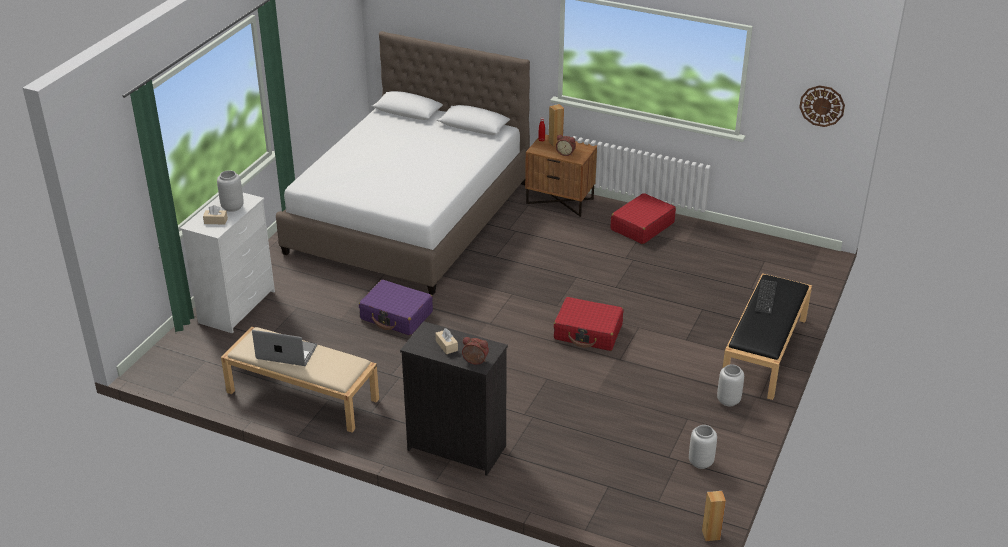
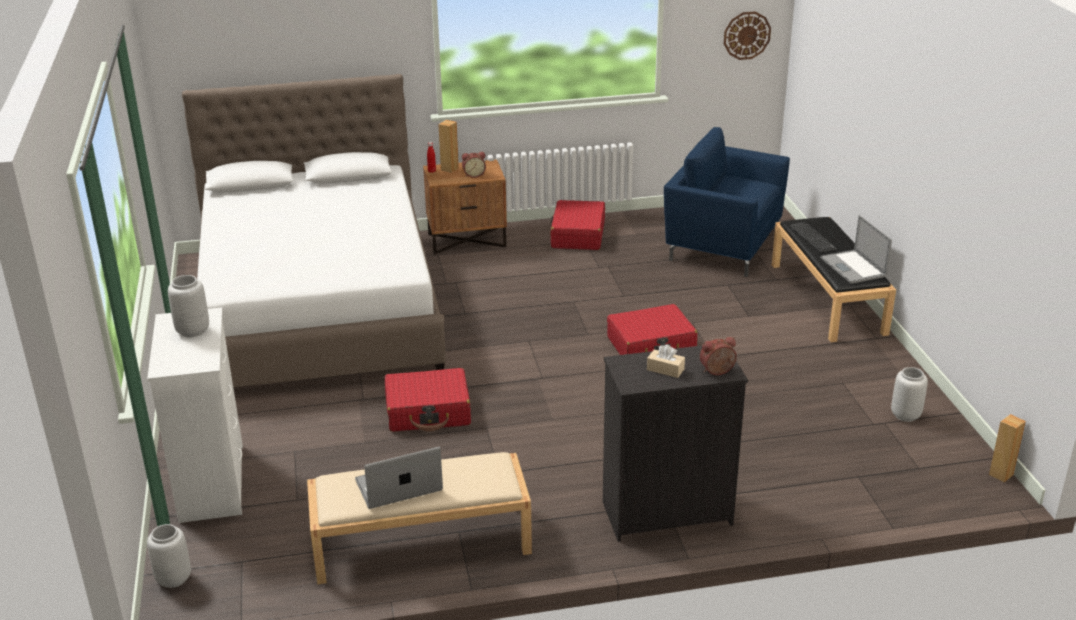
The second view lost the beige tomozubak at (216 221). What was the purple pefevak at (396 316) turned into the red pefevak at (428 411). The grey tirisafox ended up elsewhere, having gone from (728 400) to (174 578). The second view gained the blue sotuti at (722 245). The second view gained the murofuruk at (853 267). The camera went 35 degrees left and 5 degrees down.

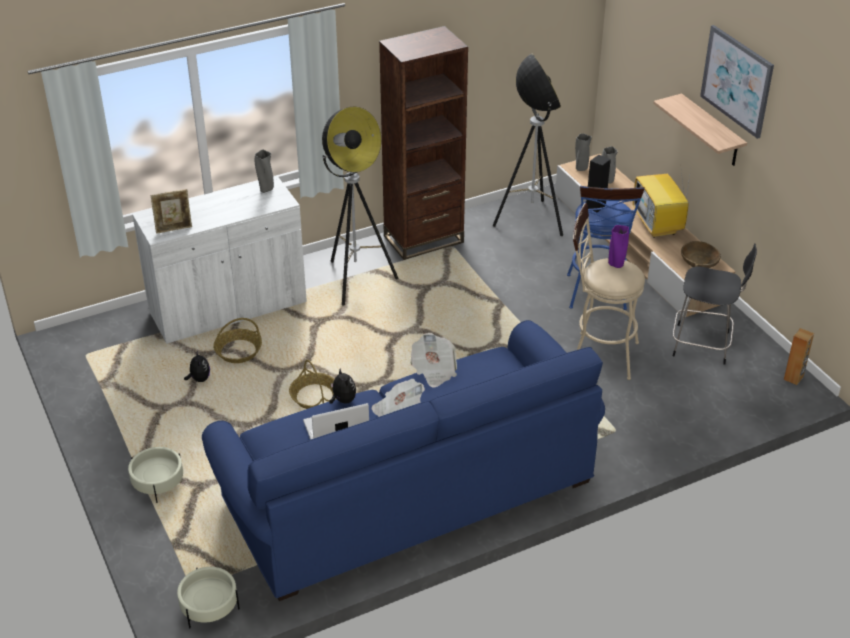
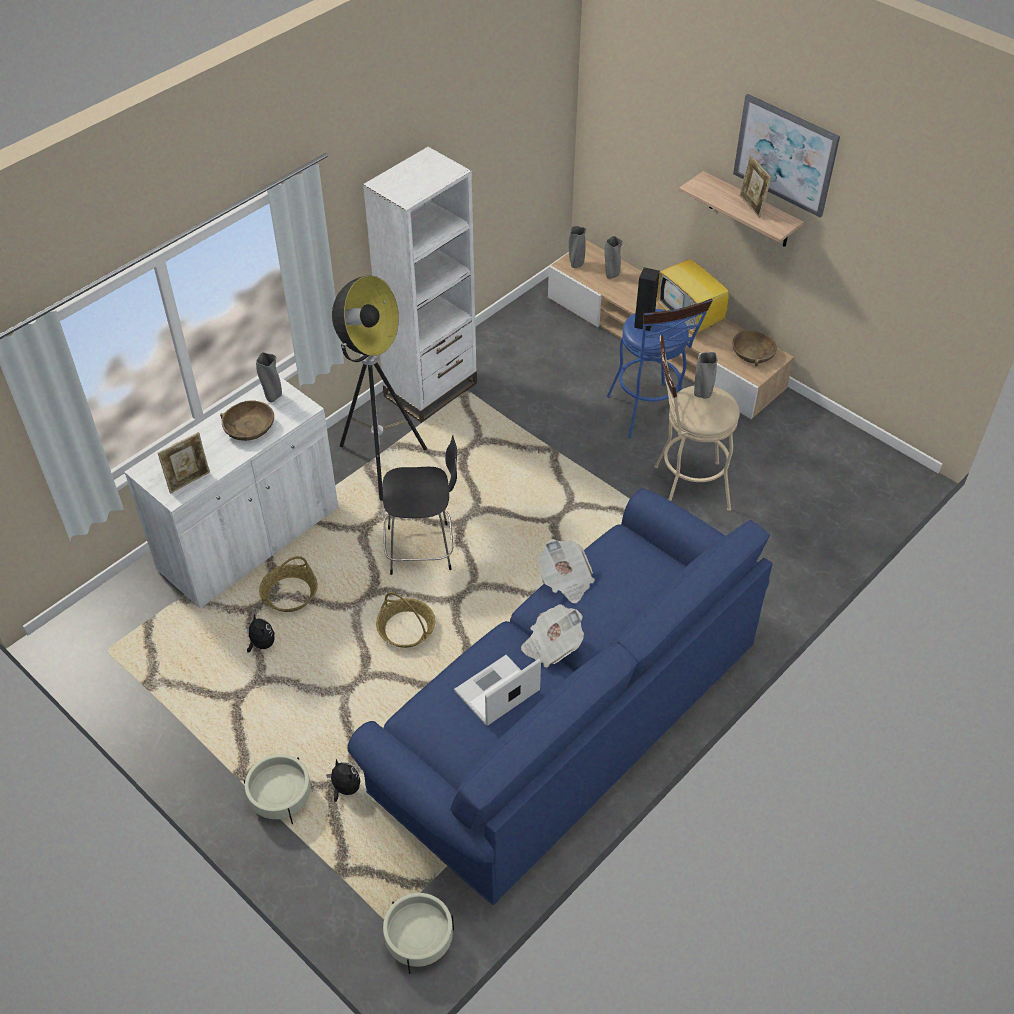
What was the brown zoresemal at (423 239) turned into the white zoresemal at (431 390). The second view lost the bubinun at (530 221). What was the purple tirisafox at (616 265) turned into the grey tirisafox at (702 394). The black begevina ended up elsewhere, having gone from (703 344) to (422 549). The second view lost the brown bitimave at (793 378). The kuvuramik ended up elsewhere, having gone from (343 400) to (345 788). The second view gained the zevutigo at (751 206). The second view gained the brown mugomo at (249 427). The camera went 20 degrees left and 10 degrees up.

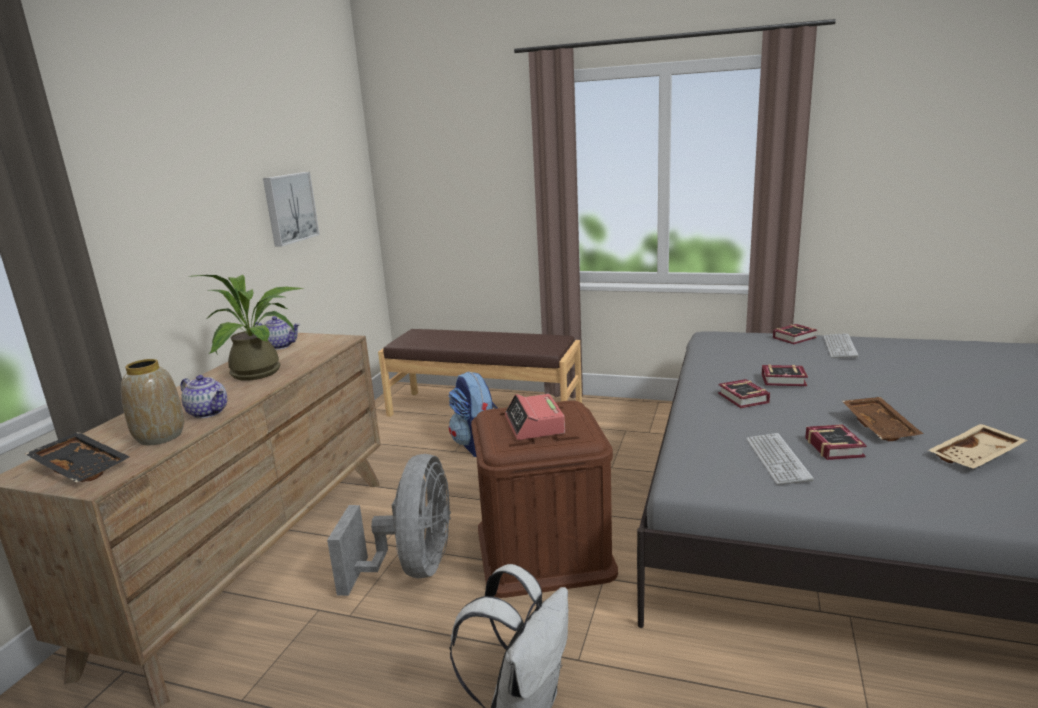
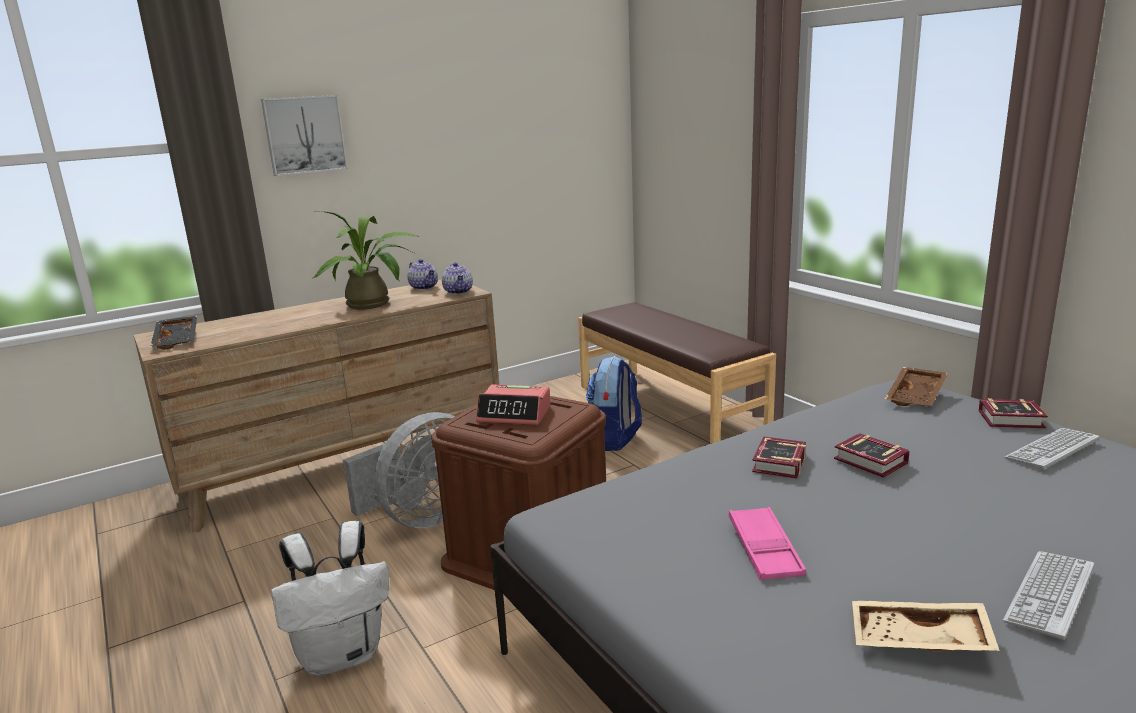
The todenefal ended up elsewhere, having gone from (289 208) to (304 135). The second view lost the tirisafox at (161 436). The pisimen ended up elsewhere, having gone from (208 412) to (458 291). The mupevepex at (534 425) ended up facing another way, 105 degrees counterclockwise from before. The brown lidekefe ended up elsewhere, having gone from (881 426) to (917 396). Where the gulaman stood at (834 446), the pink lidekefe came to stand at (765 549). The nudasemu ended up elsewhere, having gone from (777 459) to (1049 594). The camera went 40 degrees right and 0 degrees up.

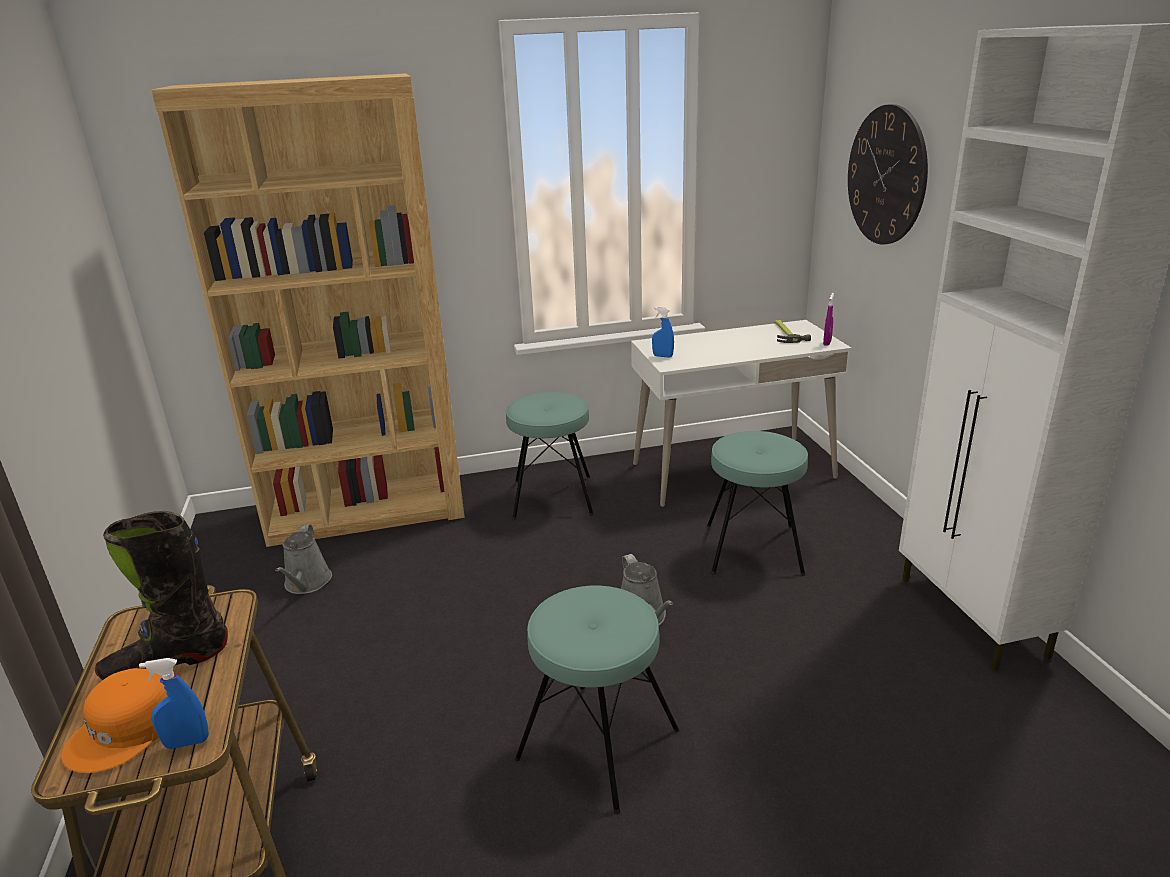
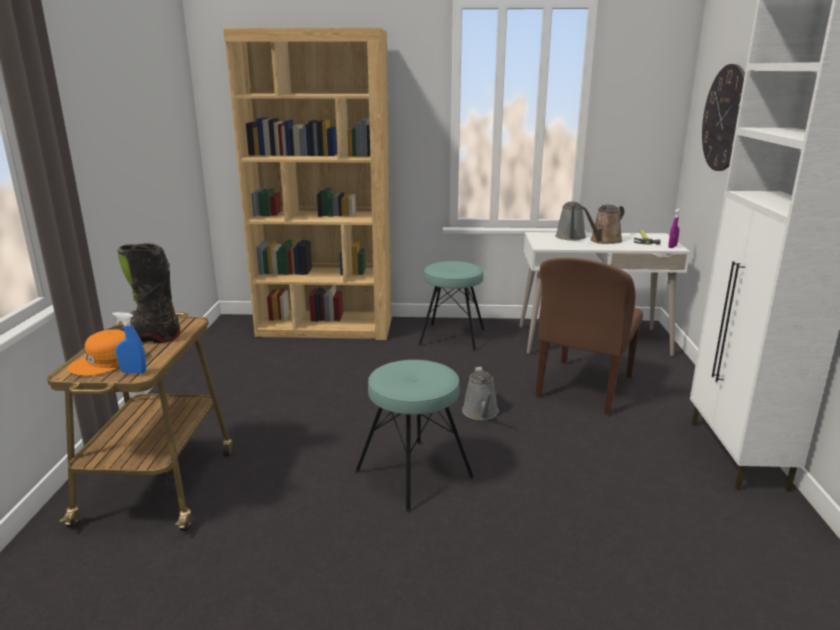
The second view lost the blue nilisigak at (662 356). Where the turquoise begevina stood at (753 549), the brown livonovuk came to stand at (583 388). The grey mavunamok ended up elsewhere, having gone from (307 583) to (570 237). The second view gained the brown mavunamok at (603 241). The camera went 15 degrees right and 5 degrees down.

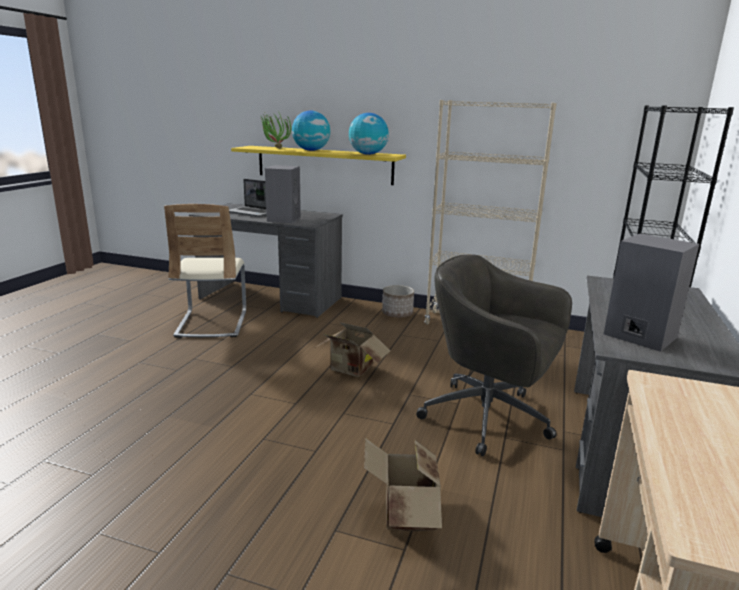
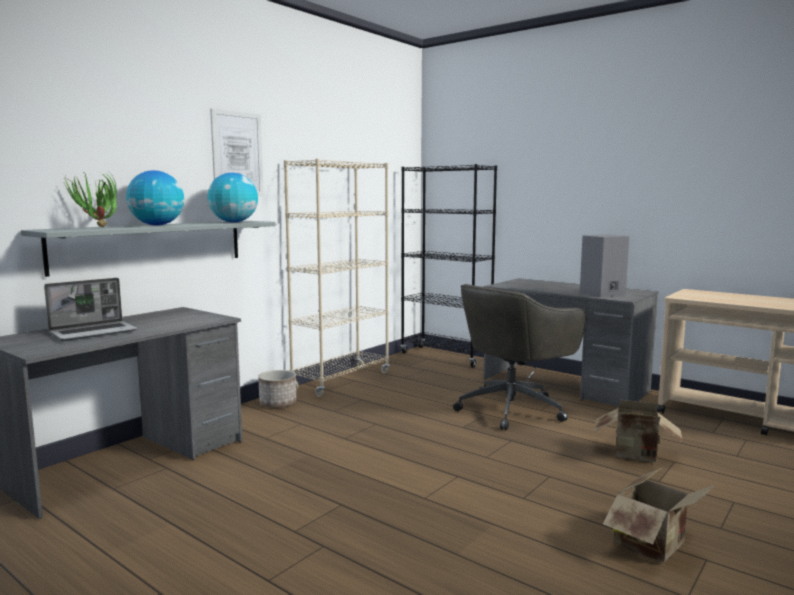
What was the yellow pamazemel at (324 165) turned into the grey pamazemel at (152 245). The second view lost the grey bitimave at (283 219). The second view lost the beige livonovuk at (212 323). The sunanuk ended up elsewhere, having gone from (351 370) to (655 545). The second view gained the todenefal at (237 154). The camera went 70 degrees left and 10 degrees down.

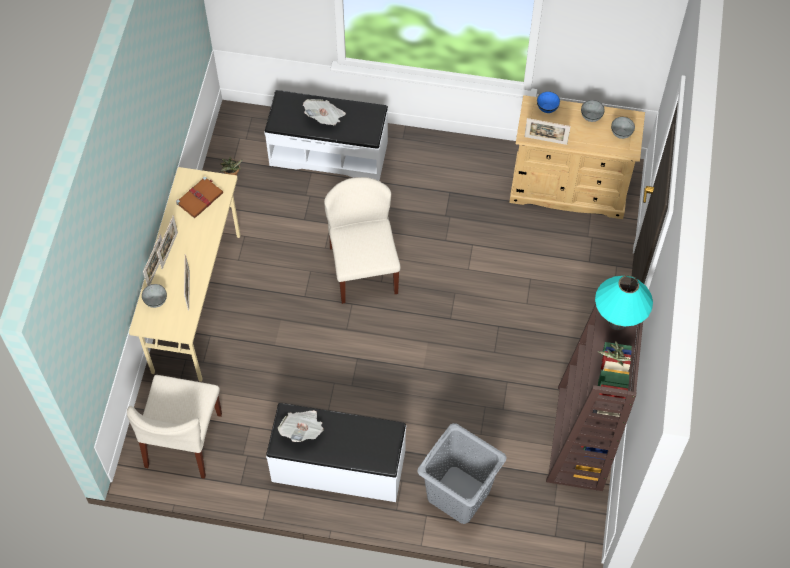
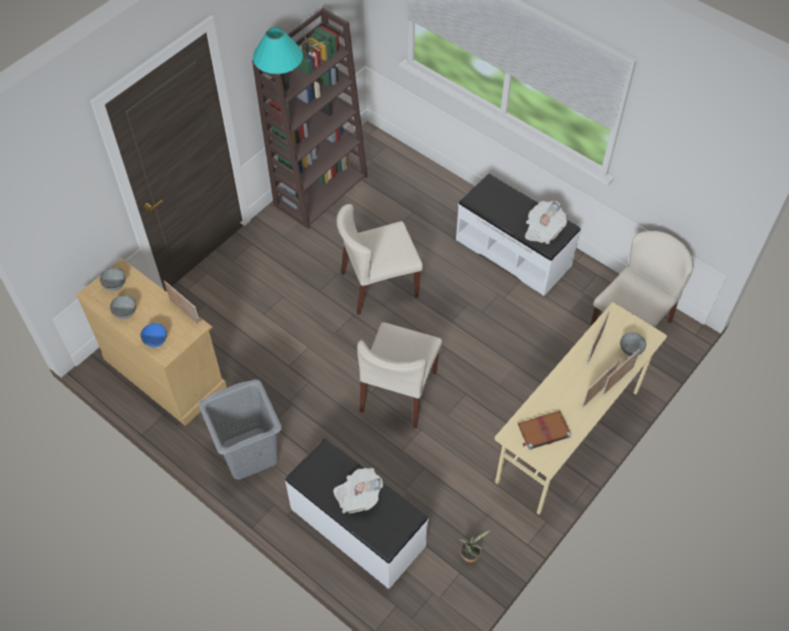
The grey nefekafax ended up elsewhere, having gone from (458 495) to (249 452). The second view gained the beige livonovuk at (378 285). The camera went 150 degrees left and 5 degrees down.

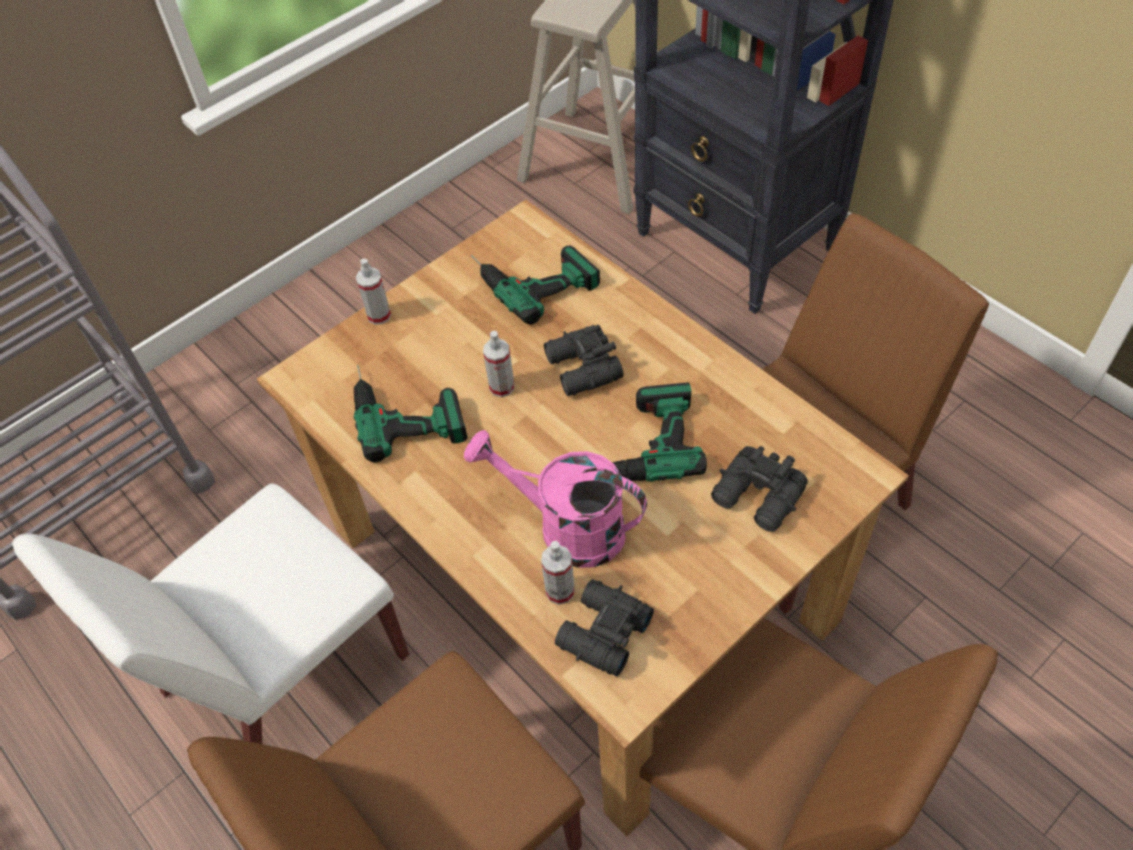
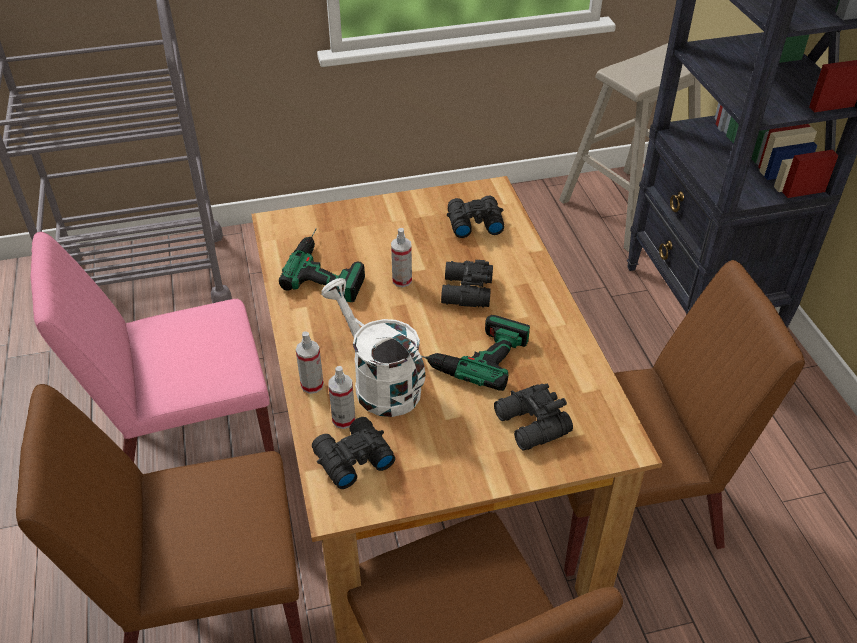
Where the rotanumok stood at (531 277), the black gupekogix came to stand at (473 223). The nilisigak ended up elsewhere, having gone from (379 315) to (312 385). What was the pink mavunamok at (567 527) turned into the white mavunamok at (379 383). What was the white livonovuk at (283 676) turned into the pink livonovuk at (189 443). The camera went 25 degrees right and 10 degrees down.

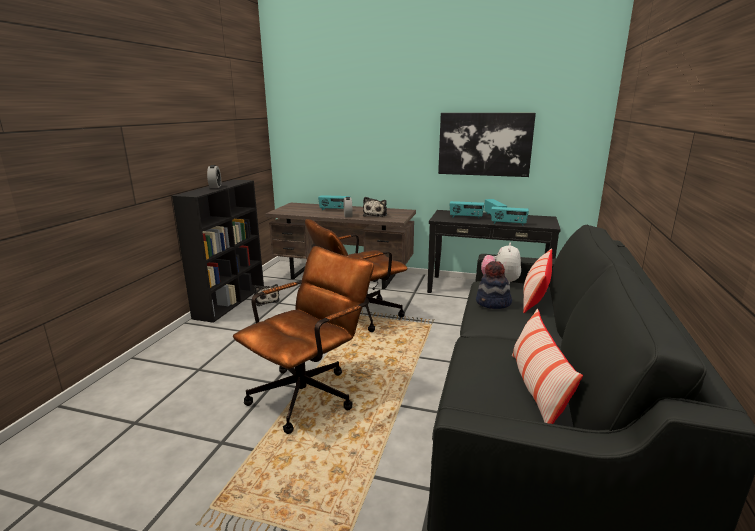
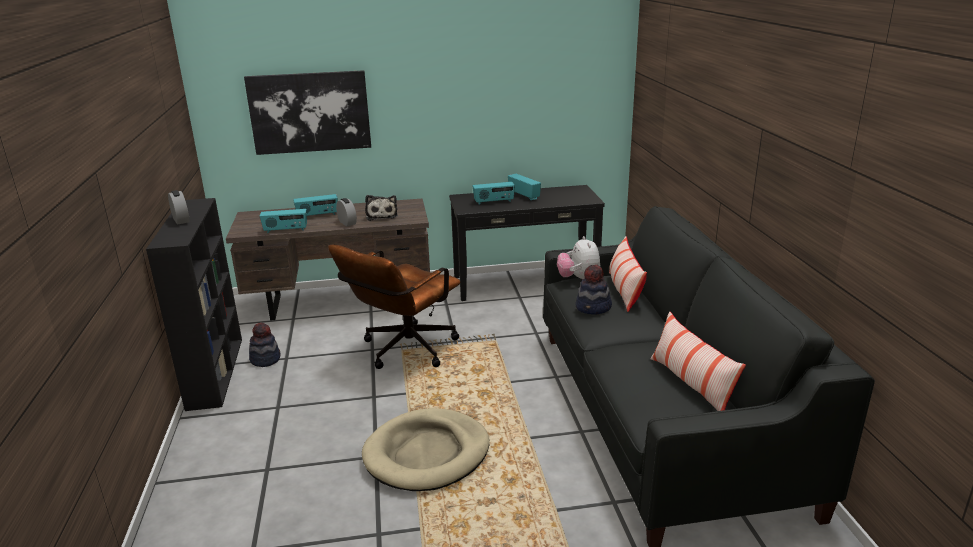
The todenefal ended up elsewhere, having gone from (484 144) to (310 112). The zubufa ended up elsewhere, having gone from (508 224) to (285 230). Where the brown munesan stood at (310 392), the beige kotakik came to stand at (427 454). Where the kuvuramik stood at (266 300), the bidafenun came to stand at (265 359). The camera went 25 degrees left and 5 degrees up.

